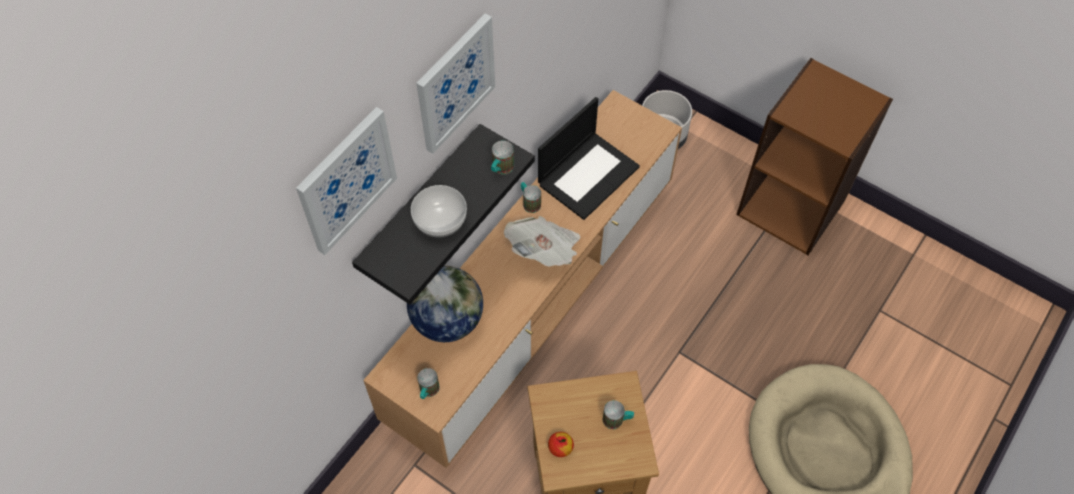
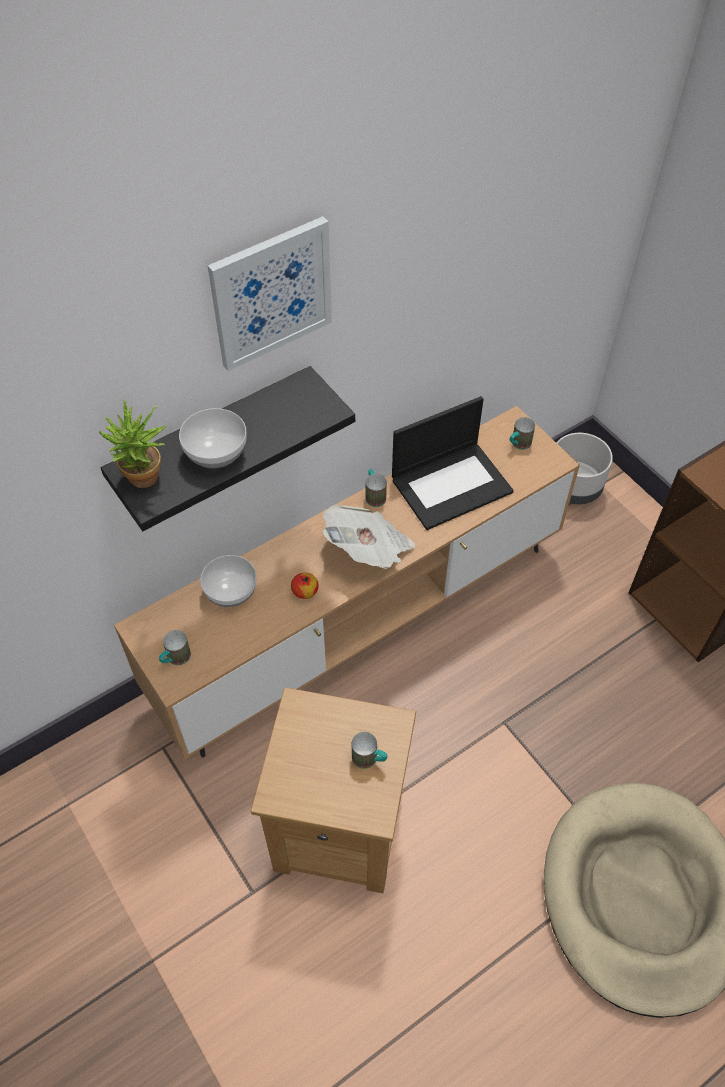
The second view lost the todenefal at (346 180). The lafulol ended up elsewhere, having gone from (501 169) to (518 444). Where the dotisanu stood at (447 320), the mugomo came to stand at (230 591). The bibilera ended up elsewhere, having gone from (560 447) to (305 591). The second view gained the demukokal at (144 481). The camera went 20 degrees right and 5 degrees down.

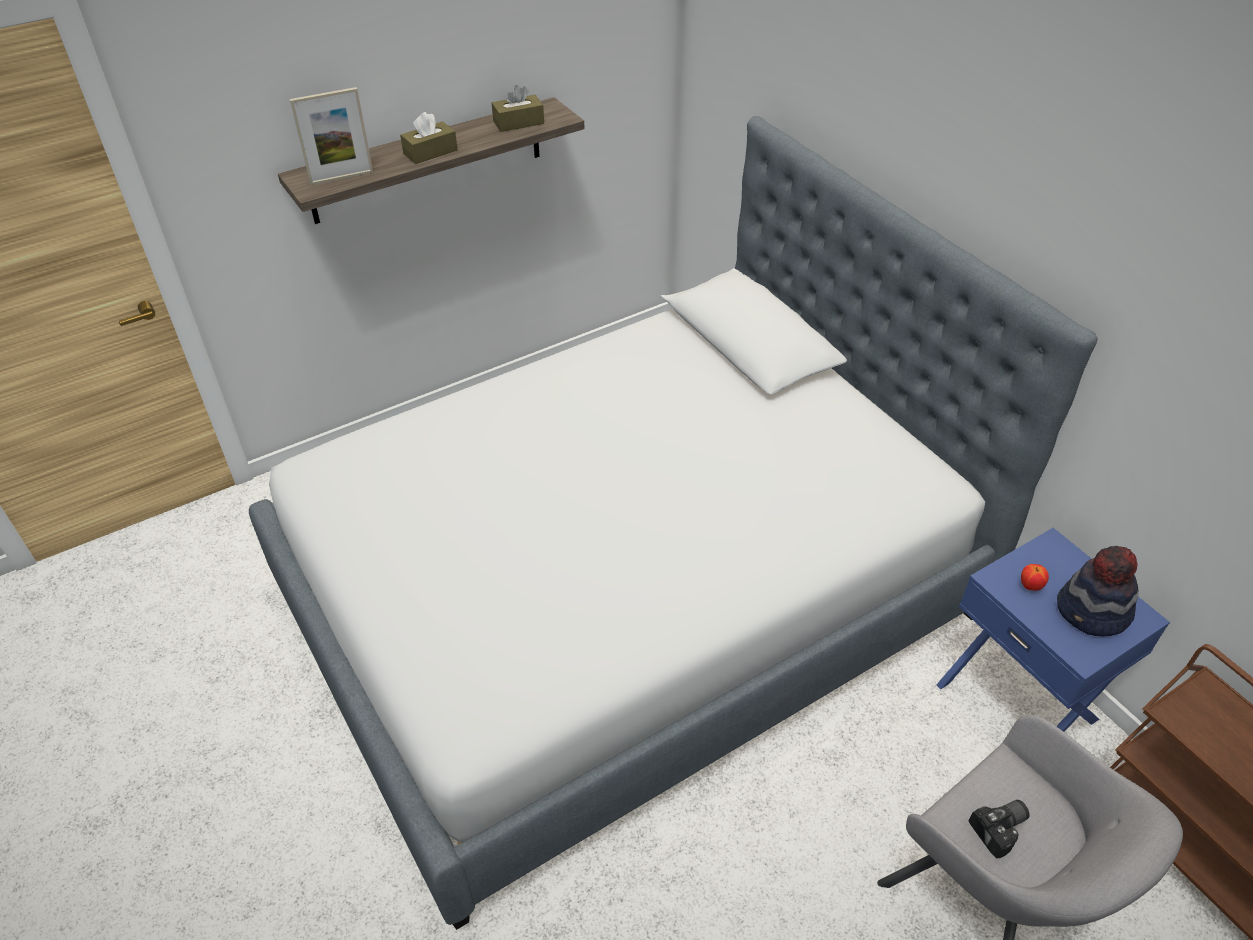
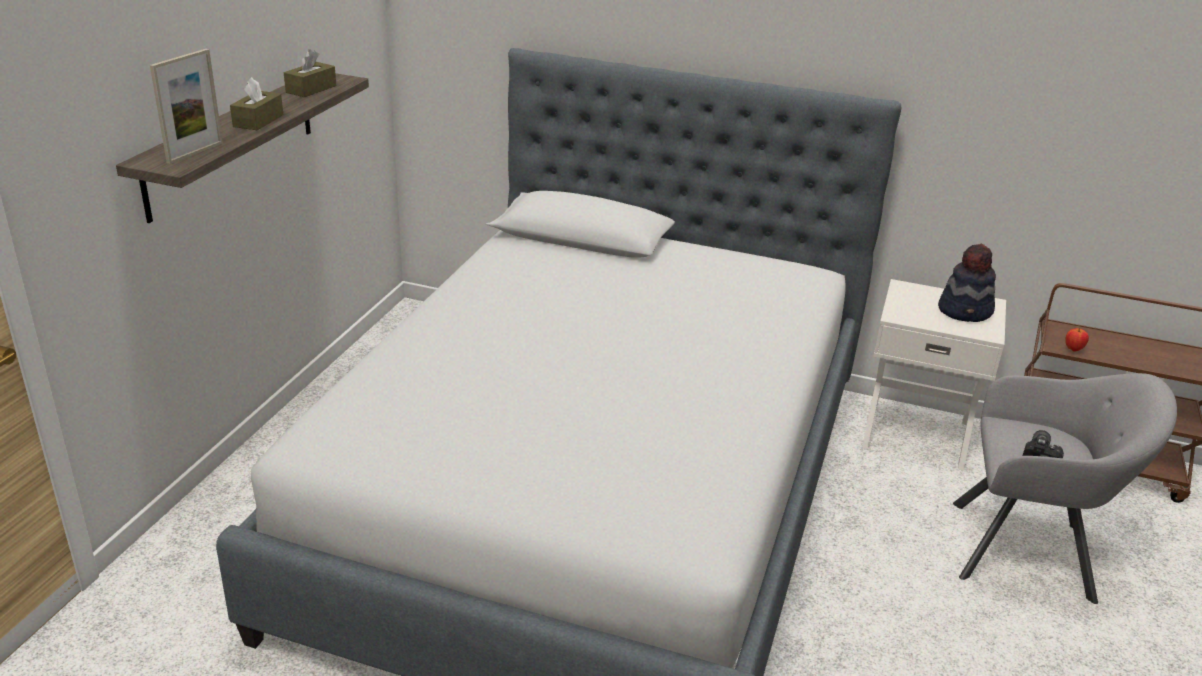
What was the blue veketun at (1018 700) turned into the white veketun at (916 432). The bibilera ended up elsewhere, having gone from (1030 586) to (1073 349). The camera went 40 degrees left and 15 degrees down.

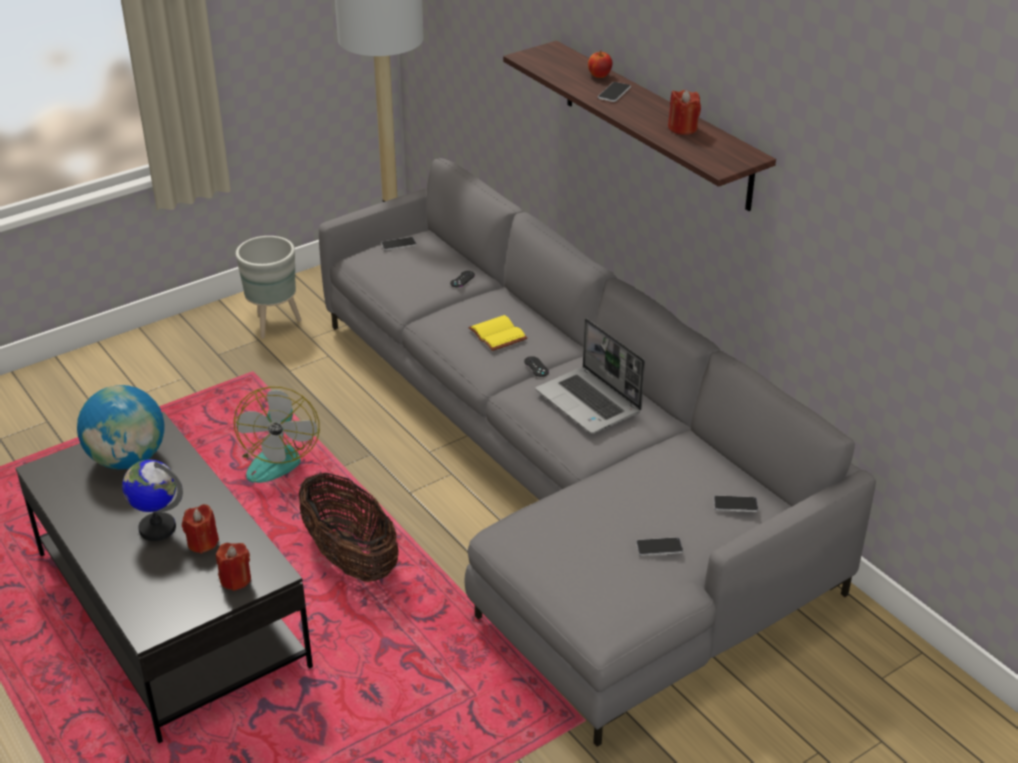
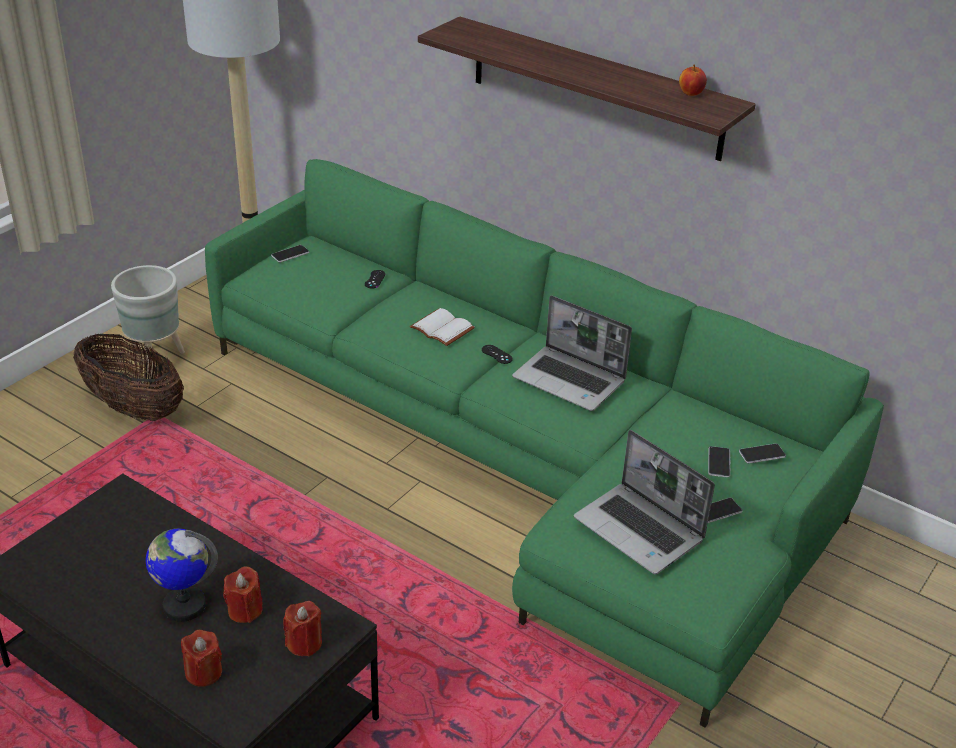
The bibilera ended up elsewhere, having gone from (599 75) to (691 93). The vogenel ended up elsewhere, having gone from (614 93) to (719 462). The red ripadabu ended up elsewhere, having gone from (682 128) to (203 672). What was the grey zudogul at (559 475) turned into the green zudogul at (527 461). What was the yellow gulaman at (496 334) turned into the white gulaman at (440 329). The second view lost the dotisanu at (128 459). The second view lost the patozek at (275 457). The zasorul ended up elsewhere, having gone from (350 558) to (134 407). The second view gained the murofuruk at (640 530). The camera went 20 degrees left and 0 degrees up.

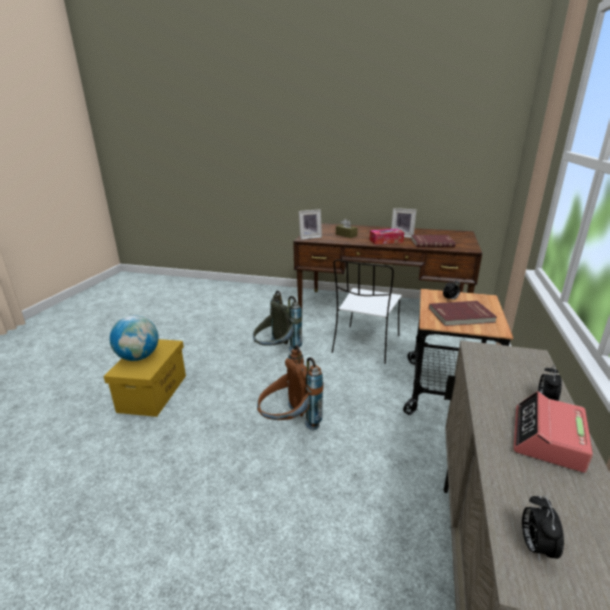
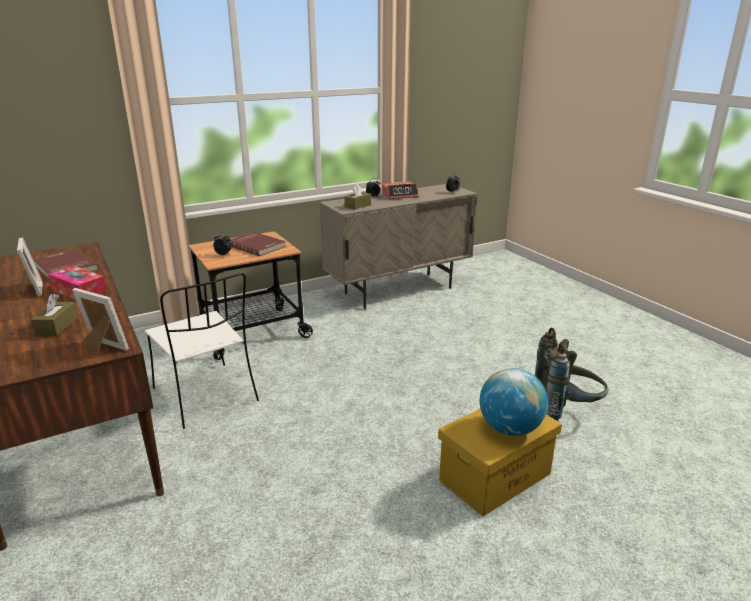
The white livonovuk at (365 345) ended up facing another way, 75 degrees clockwise from before. The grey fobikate ended up elsewhere, having gone from (276 353) to (565 413). The second view lost the brown fobikate at (289 424). The second view gained the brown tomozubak at (357 205). The camera went 135 degrees left and 0 degrees up.

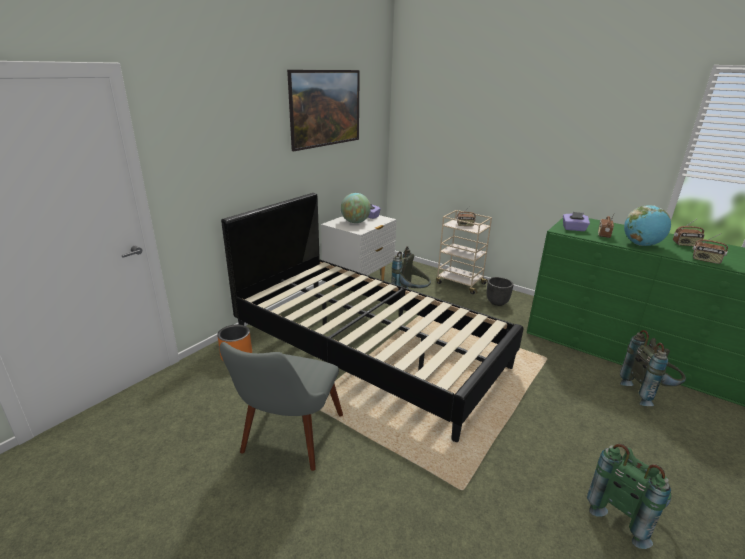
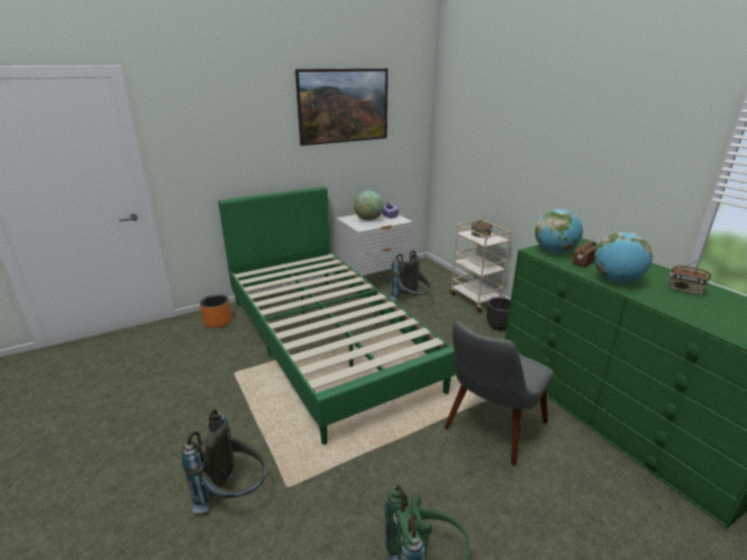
What was the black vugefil at (368 349) turned into the green vugefil at (326 341). Where the purple tomozubak stood at (574 229), the dotisanu came to stand at (554 252). The second view lost the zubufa at (706 260). The grey fobikate ended up elsewhere, having gone from (647 393) to (234 495). The grey livonovuk ended up elsewhere, having gone from (287 442) to (489 431). The camera went 25 degrees right and 0 degrees up.

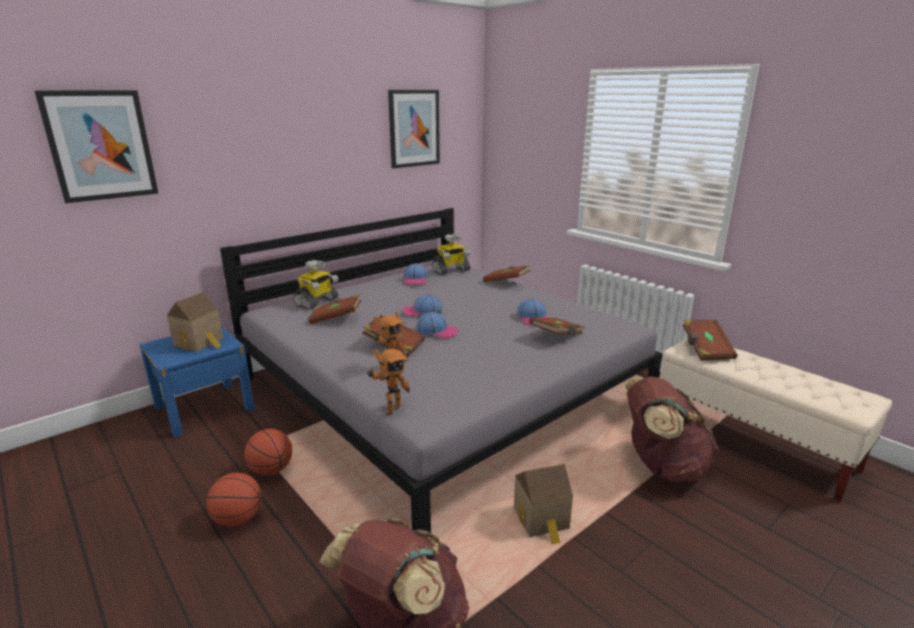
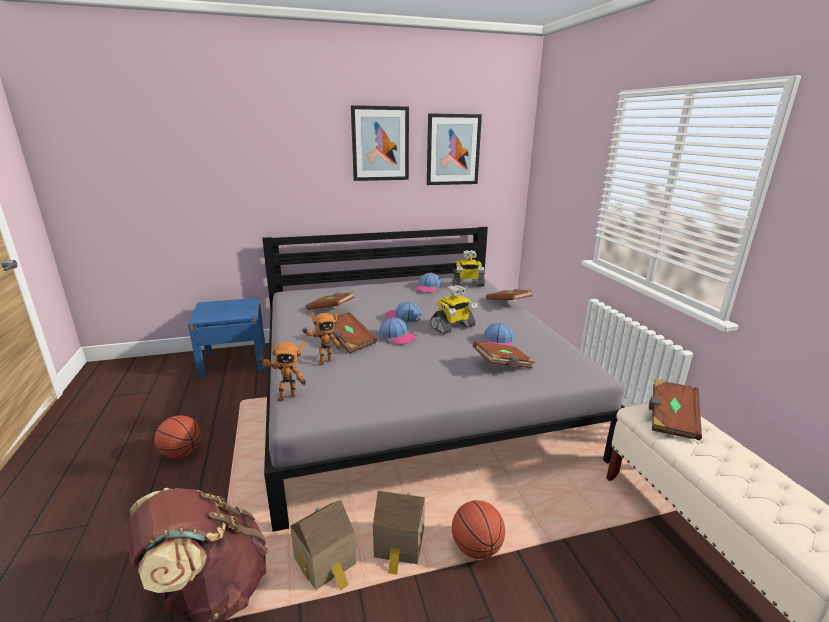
The todenefal ended up elsewhere, having gone from (100 145) to (380 144). The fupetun ended up elsewhere, having gone from (317 302) to (453 327). The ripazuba ended up elsewhere, having gone from (200 342) to (327 563). The second view lost the brown fobikate at (662 466). The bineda ended up elsewhere, having gone from (271 470) to (476 548). The camera went 25 degrees right and 0 degrees up.

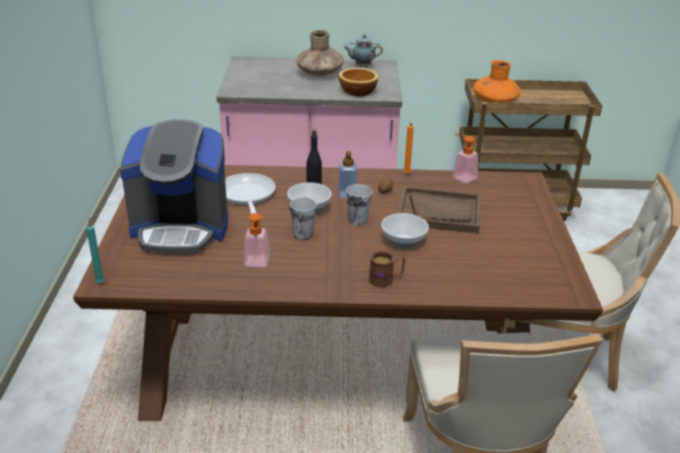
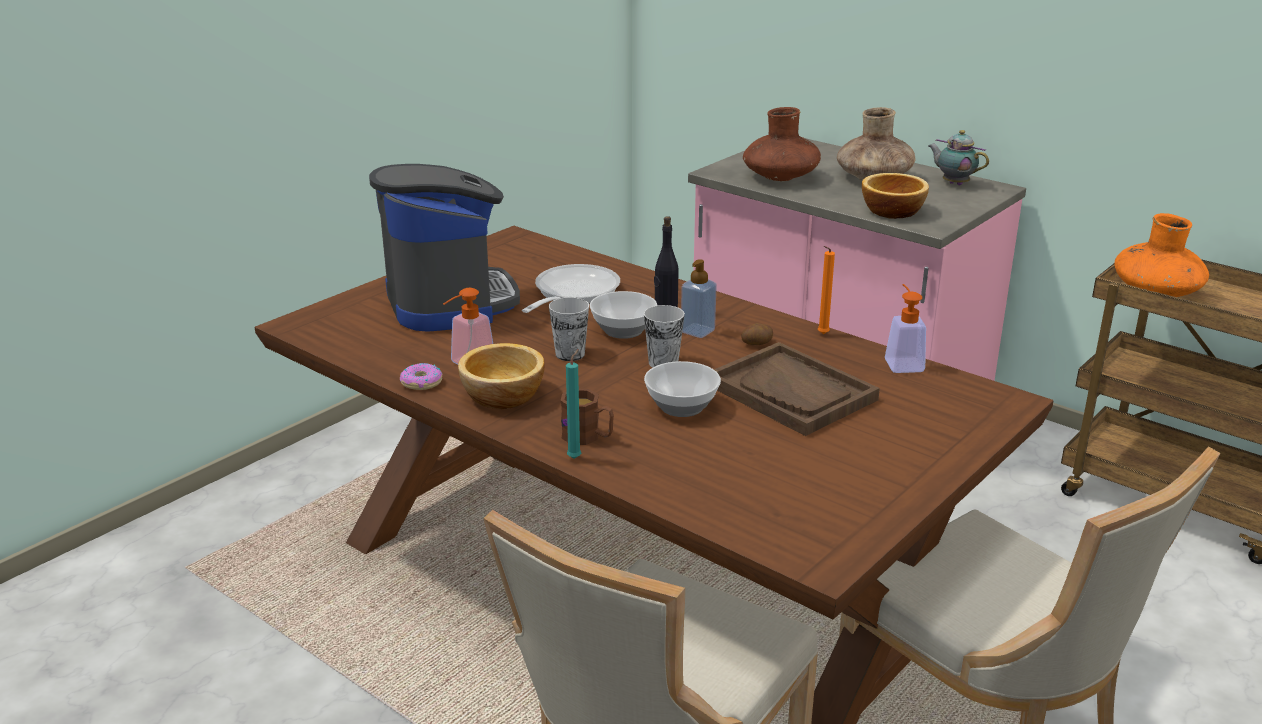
The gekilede at (181 228) ended up facing another way, 150 degrees counterclockwise from before. The turquoise ripadabu ended up elsewhere, having gone from (100 282) to (575 457). The second view gained the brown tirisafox at (780 177). The second view gained the mugomo at (504 396). The second view gained the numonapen at (421 382). The camera went 40 degrees right and 5 degrees down.

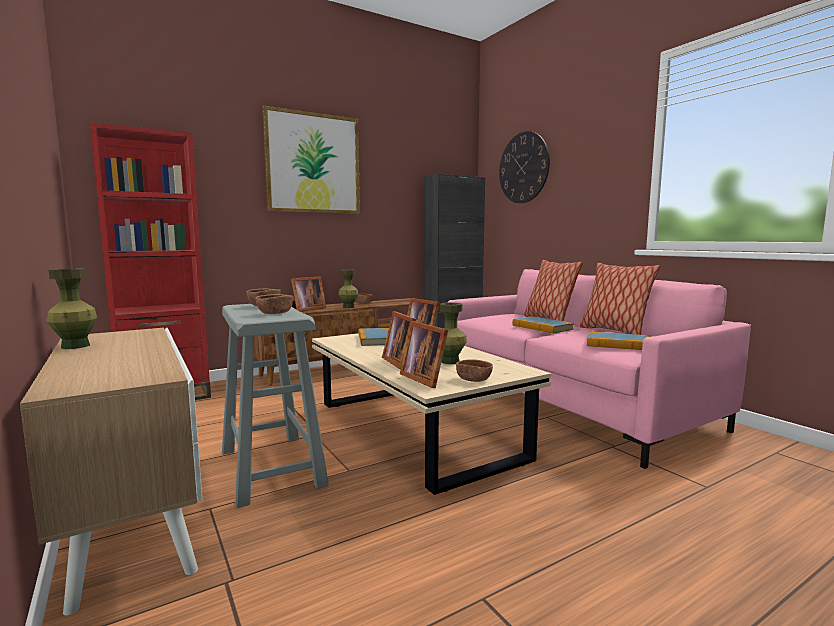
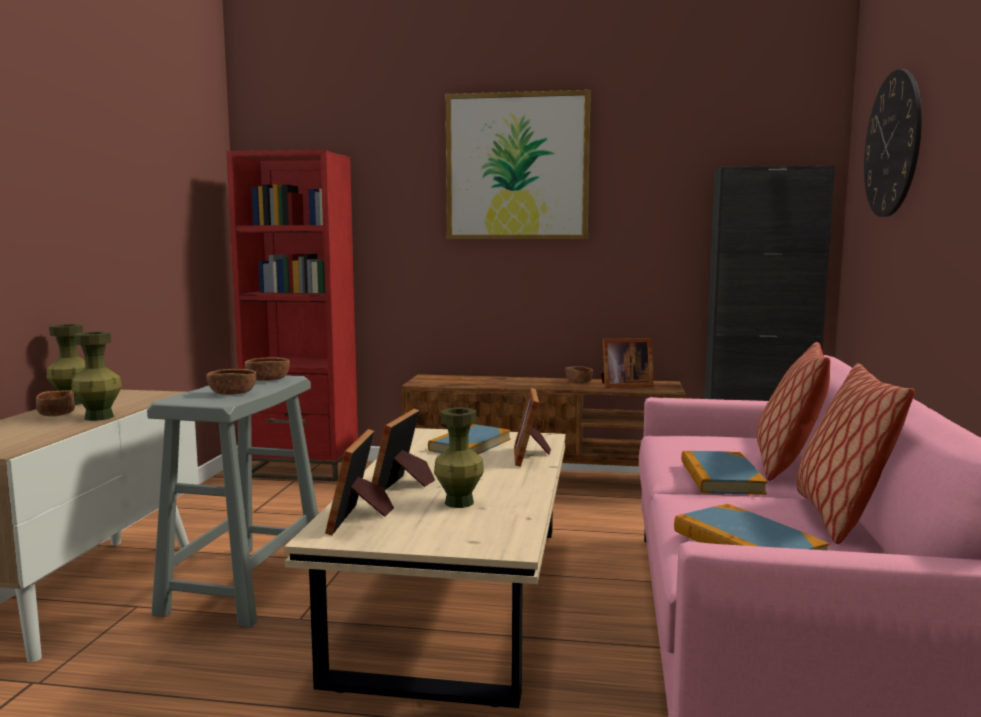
The green tirisafox ended up elsewhere, having gone from (348 307) to (99 417). The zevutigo ended up elsewhere, having gone from (306 309) to (624 385). The brown mugomo ended up elsewhere, having gone from (473 379) to (57 414). The camera went 40 degrees right and 0 degrees up.

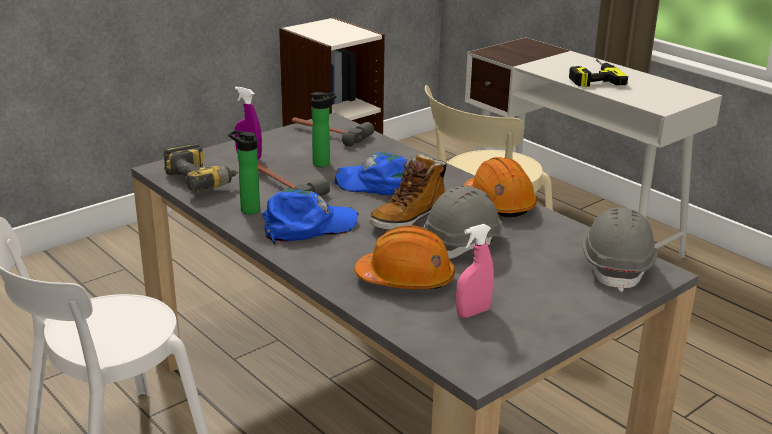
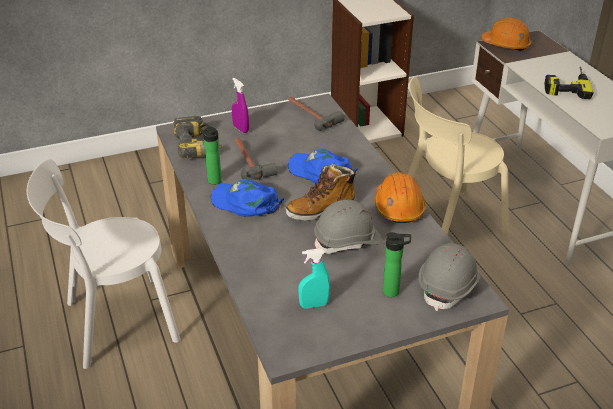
The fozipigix ended up elsewhere, having gone from (324 163) to (393 292). The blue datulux at (308 226) ended up facing another way, 150 degrees counterclockwise from before. What was the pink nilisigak at (473 312) turned into the turquoise nilisigak at (314 305). The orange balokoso ended up elsewhere, having gone from (406 279) to (506 45). The camera went 20 degrees right and 10 degrees up.

